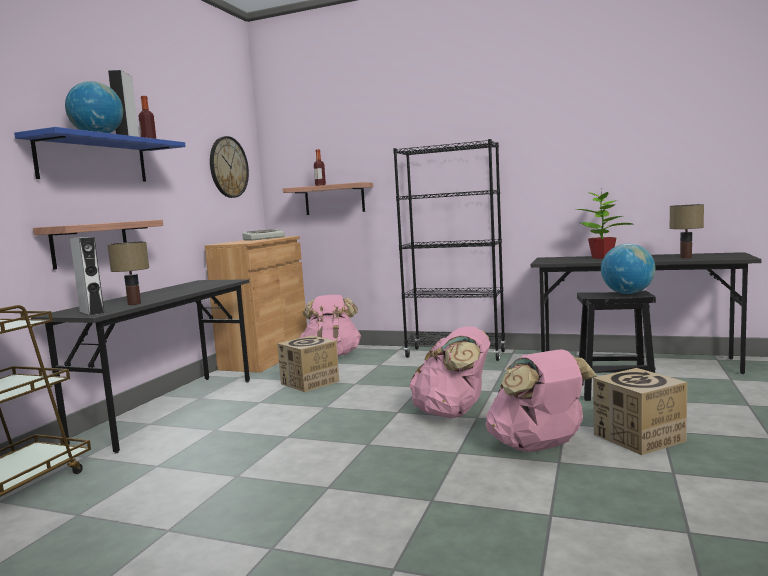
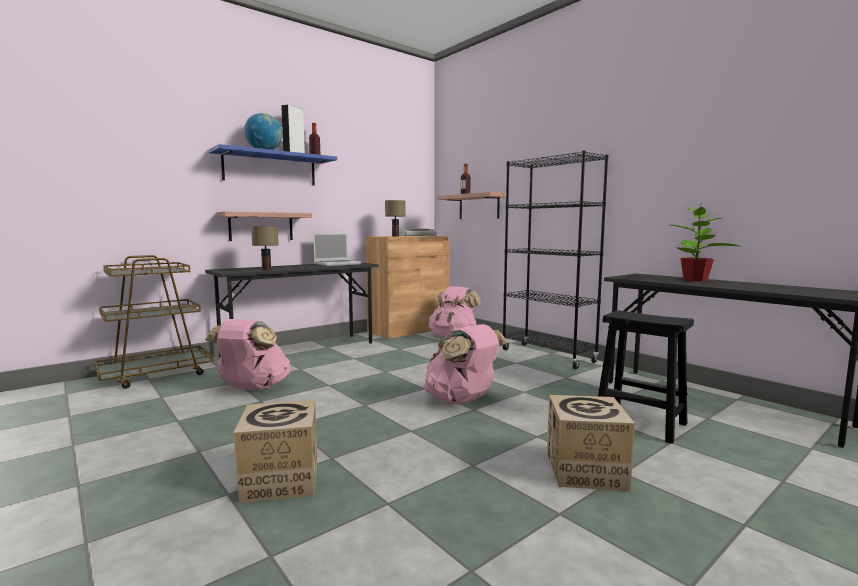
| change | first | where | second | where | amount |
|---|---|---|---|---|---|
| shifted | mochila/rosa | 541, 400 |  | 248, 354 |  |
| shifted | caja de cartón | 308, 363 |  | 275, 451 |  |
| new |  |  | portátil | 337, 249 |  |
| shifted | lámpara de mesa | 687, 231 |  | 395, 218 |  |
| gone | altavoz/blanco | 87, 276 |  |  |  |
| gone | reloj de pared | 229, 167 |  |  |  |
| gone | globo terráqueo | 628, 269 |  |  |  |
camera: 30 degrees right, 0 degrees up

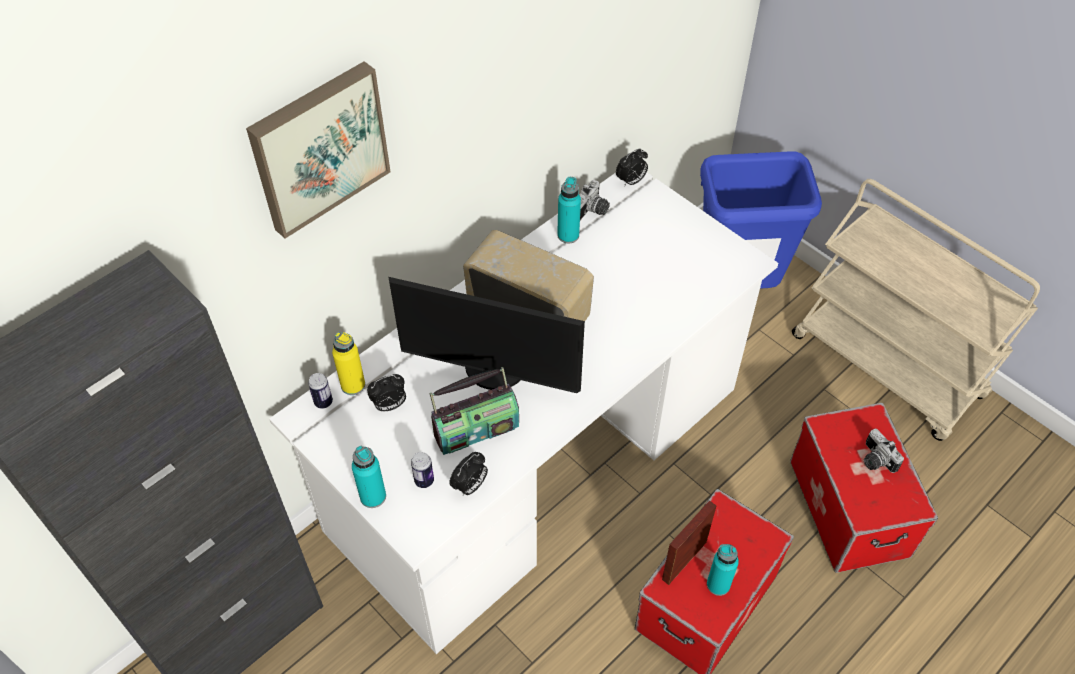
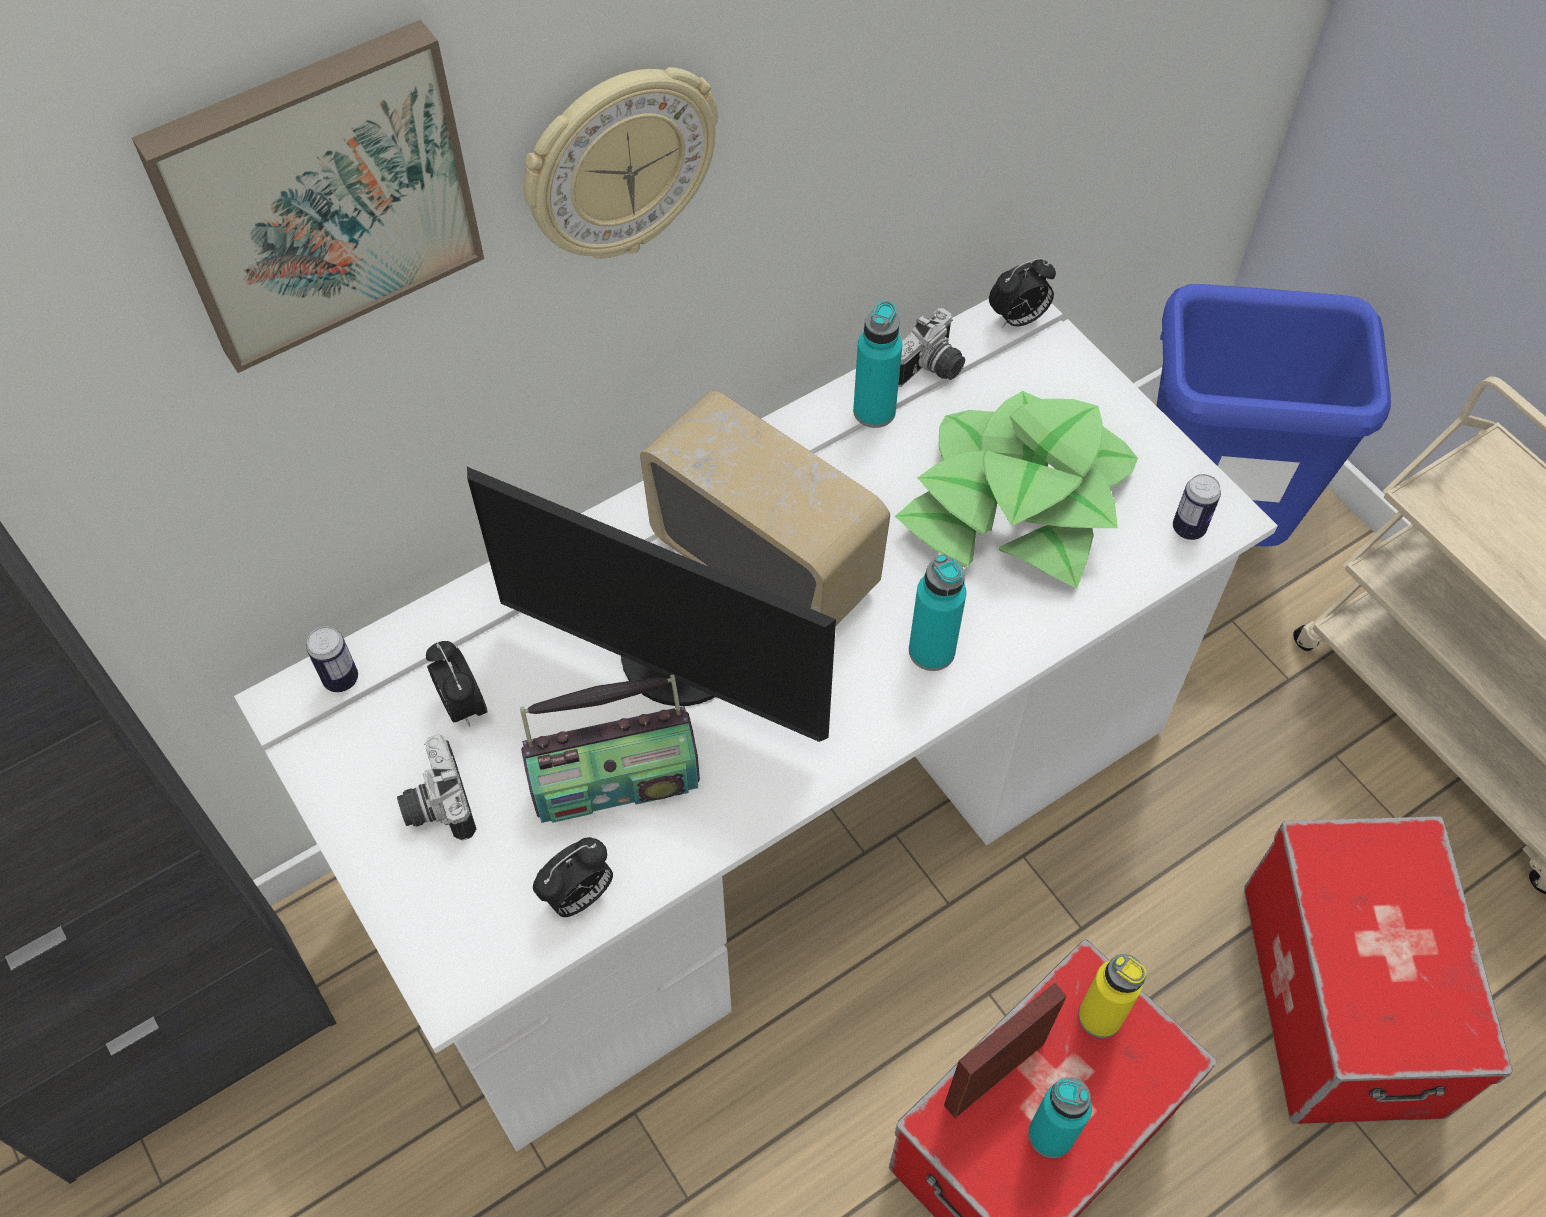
| change | first | where | second | where | amount |
|---|---|---|---|---|---|
| shifted | cámara | 884, 451 |  | 436, 787 |  |
| rotated | despertador | 386, 392 |  | 457, 684 | 75 degrees clockwise |
| new |  |  | reloj de pared | 621, 162 |  |
| new |  |  | planta en maceta | 1016, 489 |  |
| shifted | botella/turquesa | 369, 477 |  | 937, 612 |  |
| shifted | botella/amarillo | 348, 363 |  | 1112, 996 |  |
| shifted | lata | 422, 470 |  | 1197, 507 |  |
camera: 10 degrees right, 5 degrees up

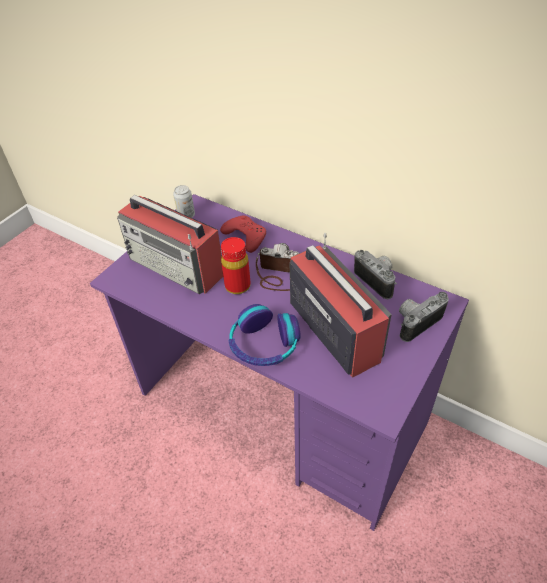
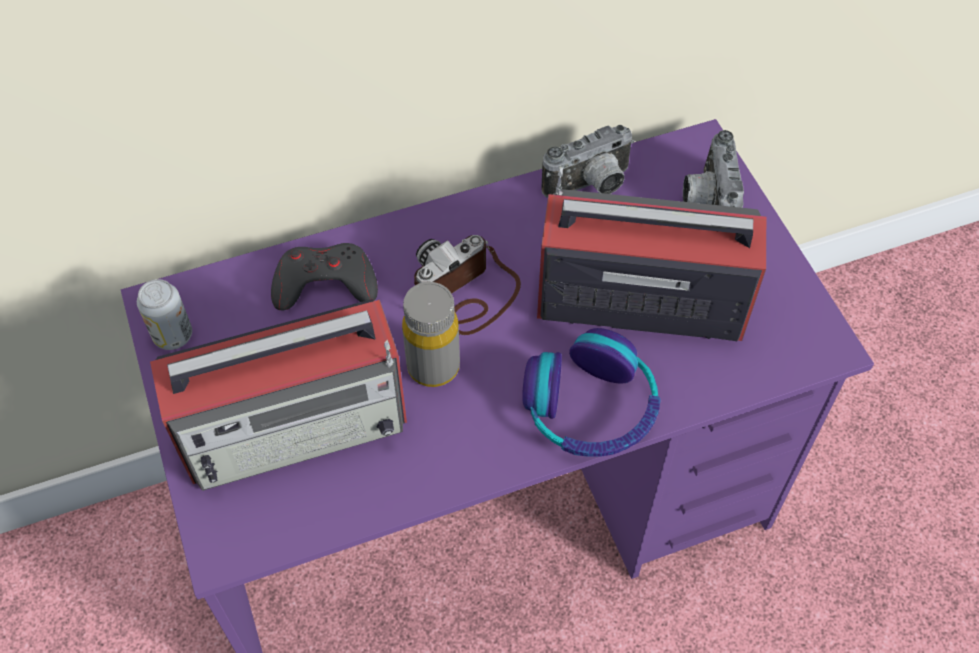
| change | first | where | second | where | amount |
|---|---|---|---|---|---|
| repainted | mando de consola/rojo | 243, 234 | mando de consola/gris | 324, 276 |  |
| repainted | botella/rojo | 236, 265 | botella/gris | 431, 334 |  |
| rotated | cámara | 375, 274 |  | 588, 161 | 150 degrees clockwise |
camera: 55 degrees left, 10 degrees up

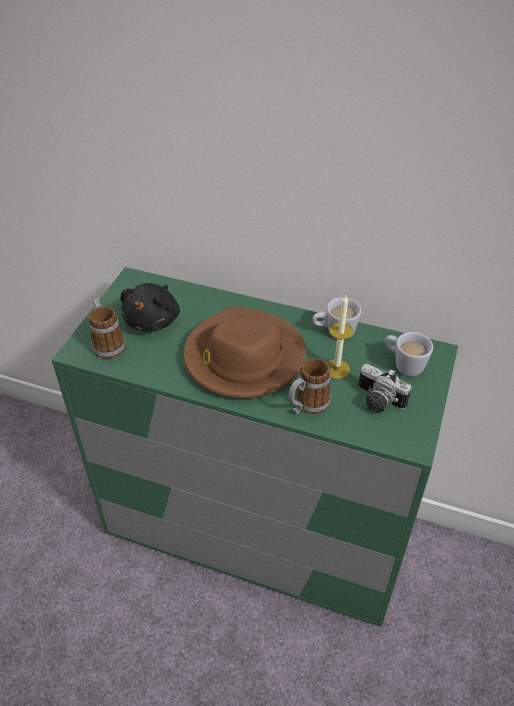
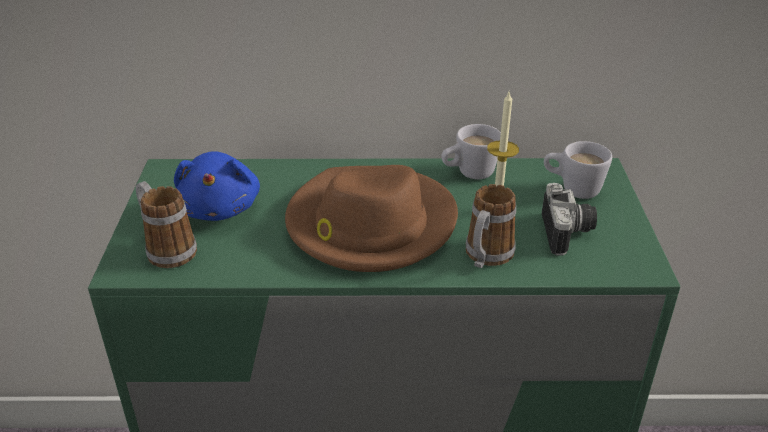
| change | first | where | second | where | amount |
|---|---|---|---|---|---|
| repainted | peluche/negro | 150, 307 | peluche/azul | 217, 186 |  |
| rotated | cámara | 385, 388 |  | 569, 219 | 105 degrees counterclockwise |
camera: 20 degrees left, 10 degrees down

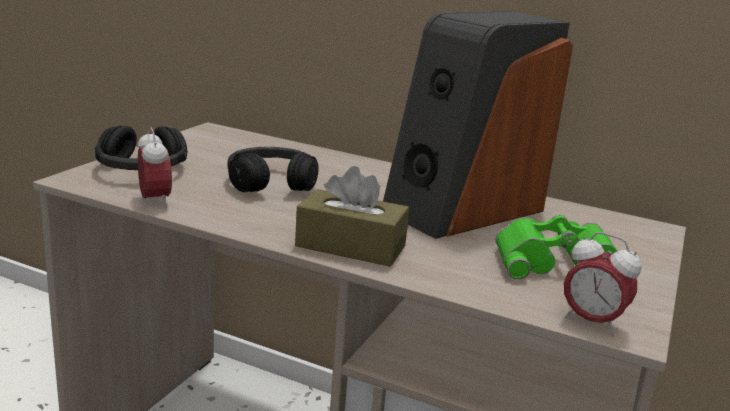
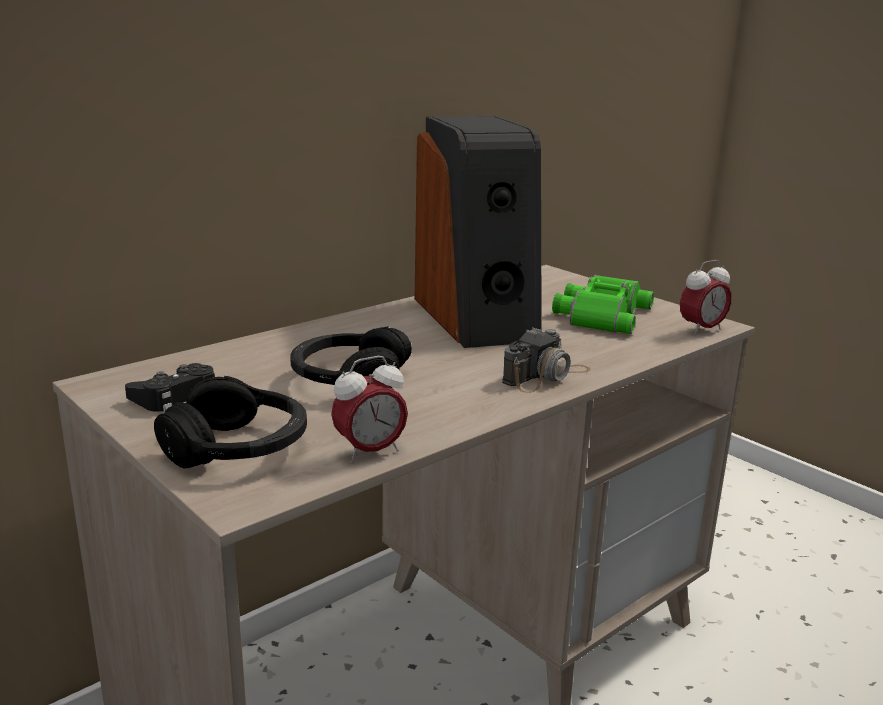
| change | first | where | second | where | amount |
|---|---|---|---|---|---|
| new |  |  | mando de consola/negro | 170, 388 |  |
| rotated | despertador | 155, 167 |  | 369, 409 | 150 degrees clockwise |
| swapped | caja de pañuelos/marrón | 352, 216 | cámara | 546, 360 |  |
camera: 65 degrees left, 0 degrees up

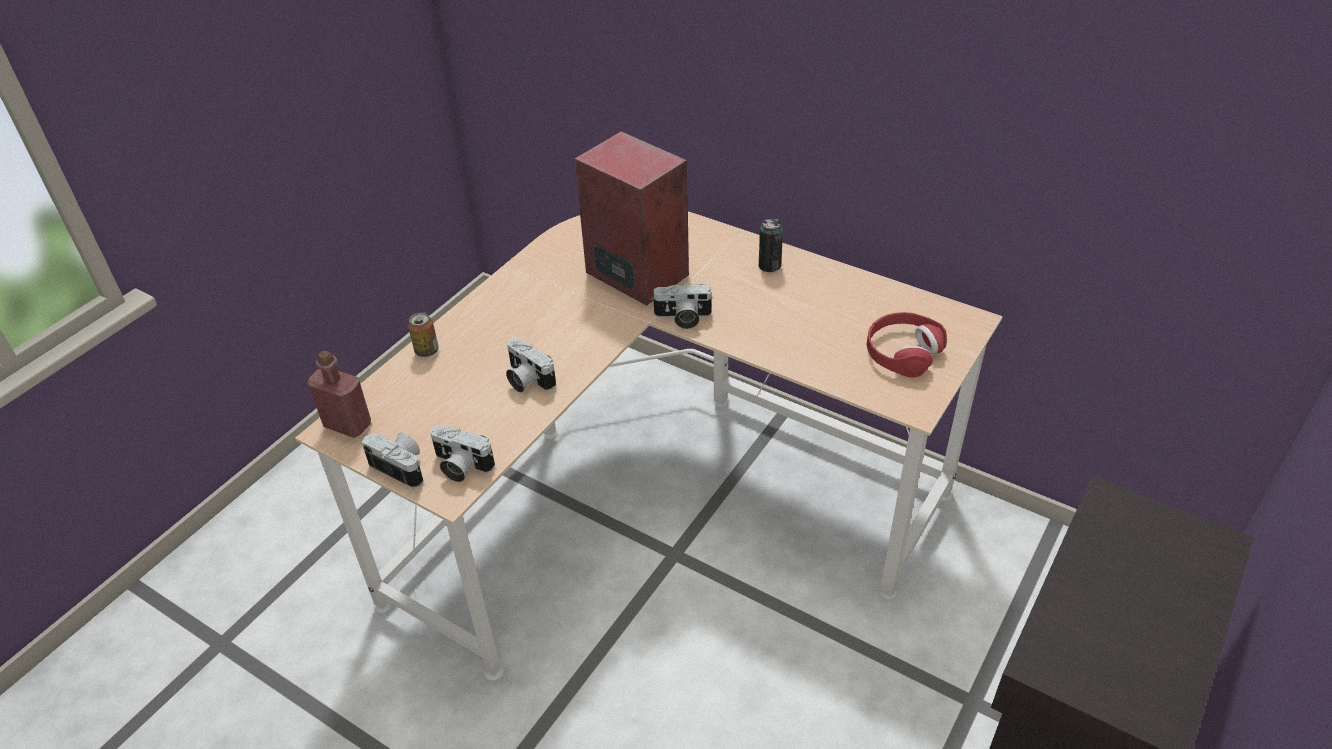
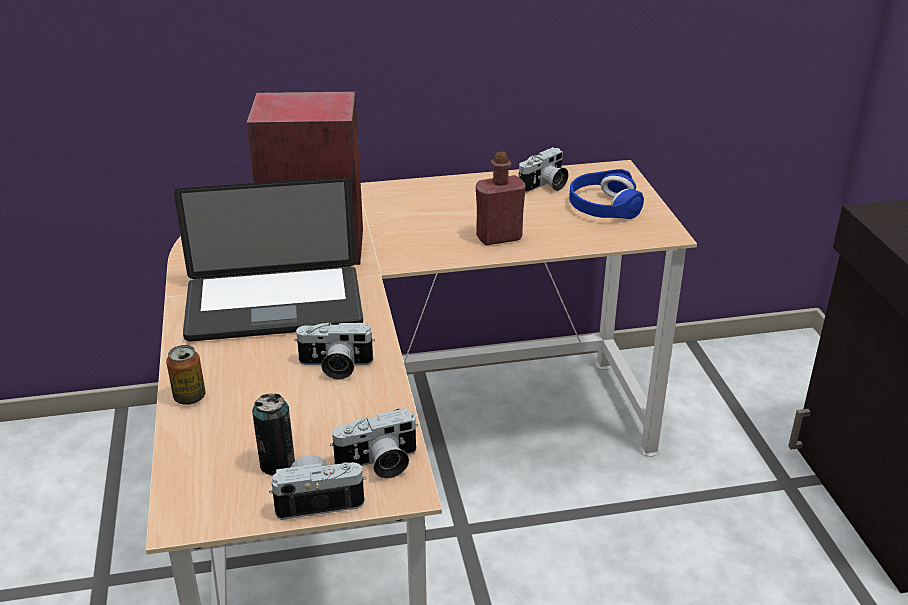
| change | first | where | second | where | amount |
|---|---|---|---|---|---|
| new |  |  | portátil | 268, 259 |  |
| shifted | lata | 770, 245 |  | 273, 434 |  |
| shifted | botella/rojo | 339, 394 |  | 501, 198 |  |
| shifted | cámara | 682, 306 |  | 544, 170 |  |
| repainted | auriculares/rojo | 906, 345 | auriculares/azul | 606, 194 |  |
camera: 45 degrees left, 10 degrees down

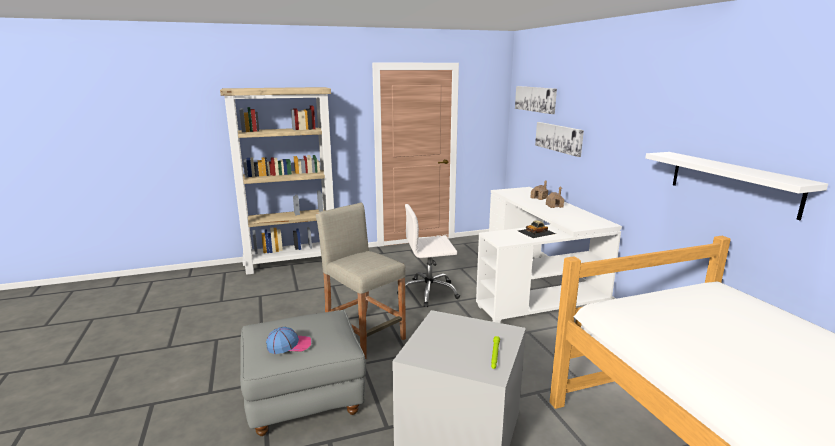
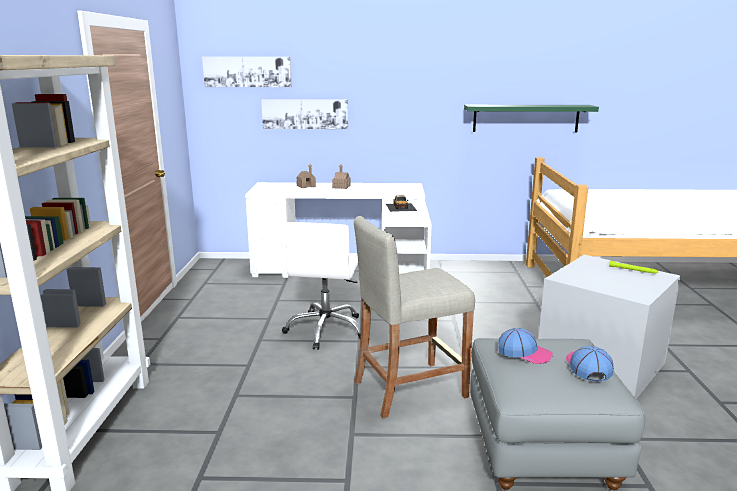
| change | first | where | second | where | amount |
|---|---|---|---|---|---|
| repainted | estante/blanco | 736, 186 | estante/verde | 531, 118 |  |
| new |  |  | gorra | 525, 346 |  |
camera: 70 degrees left, 0 degrees up

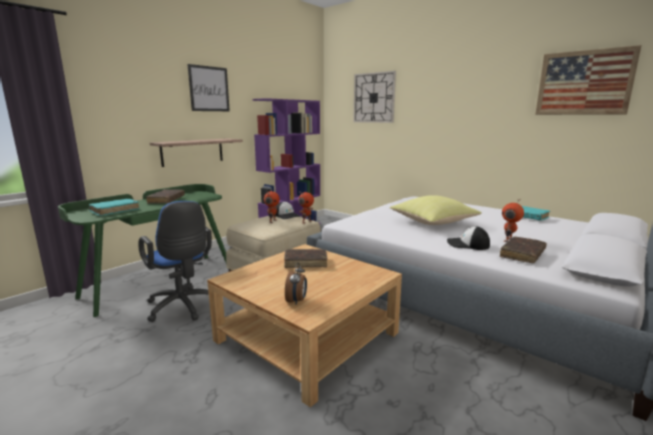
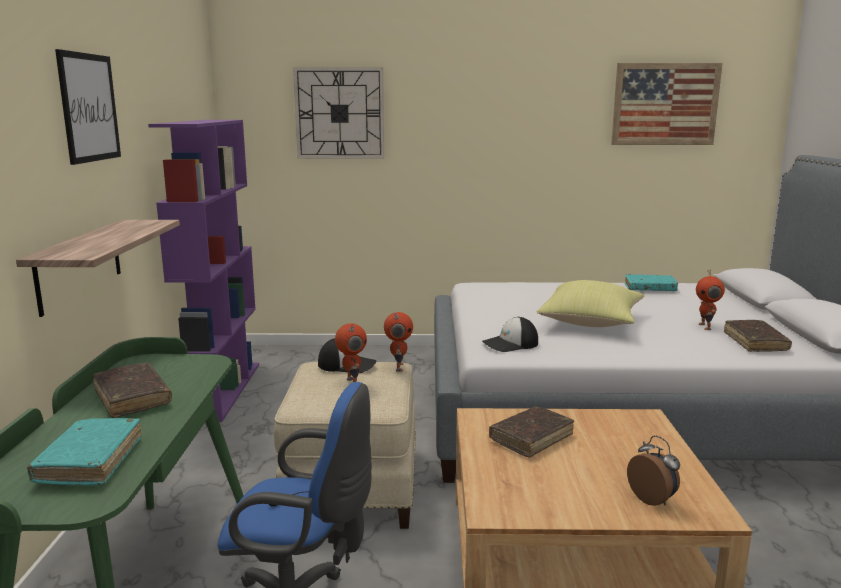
| change | first | where | second | where | amount |
|---|---|---|---|---|---|
| shifted | gorra | 468, 238 |  | 510, 334 |  |
camera: 40 degrees left, 0 degrees up

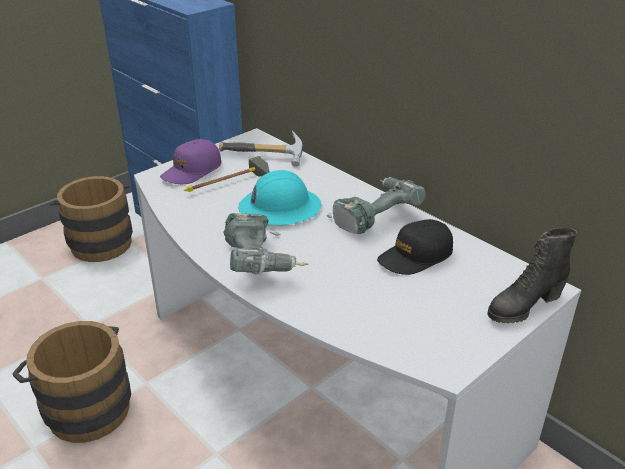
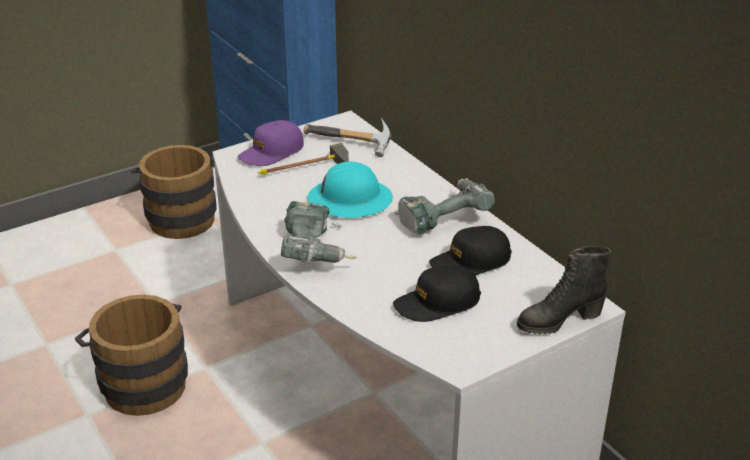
| change | first | where | second | where | amount |
|---|---|---|---|---|---|
| new |  |  | gorra/negro | 437, 293 |  |
camera: 10 degrees right, 0 degrees up

